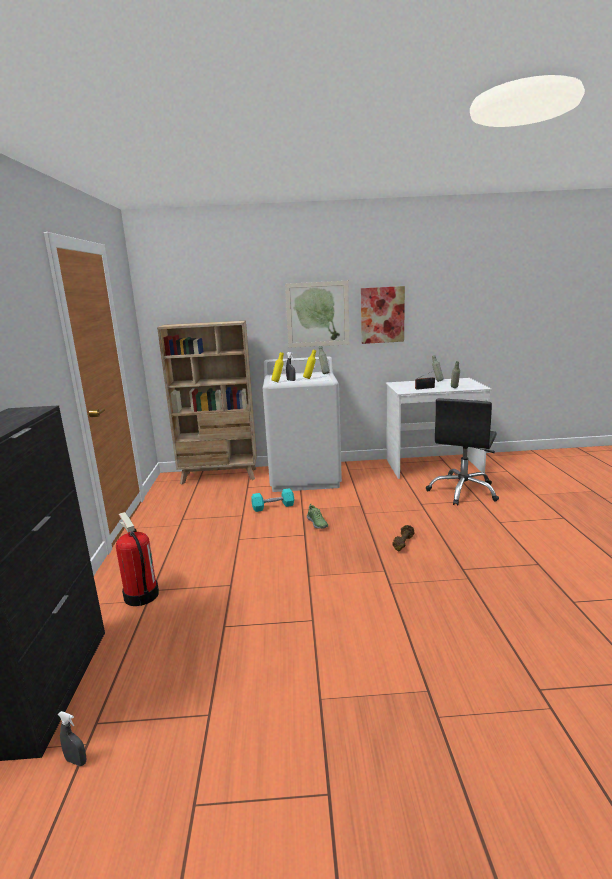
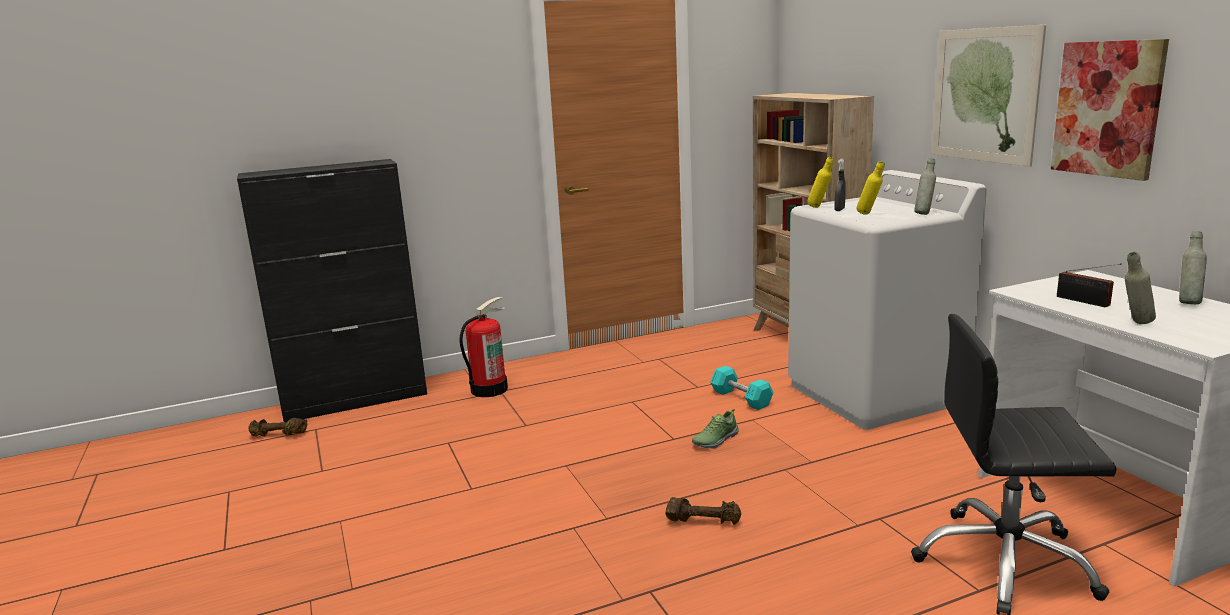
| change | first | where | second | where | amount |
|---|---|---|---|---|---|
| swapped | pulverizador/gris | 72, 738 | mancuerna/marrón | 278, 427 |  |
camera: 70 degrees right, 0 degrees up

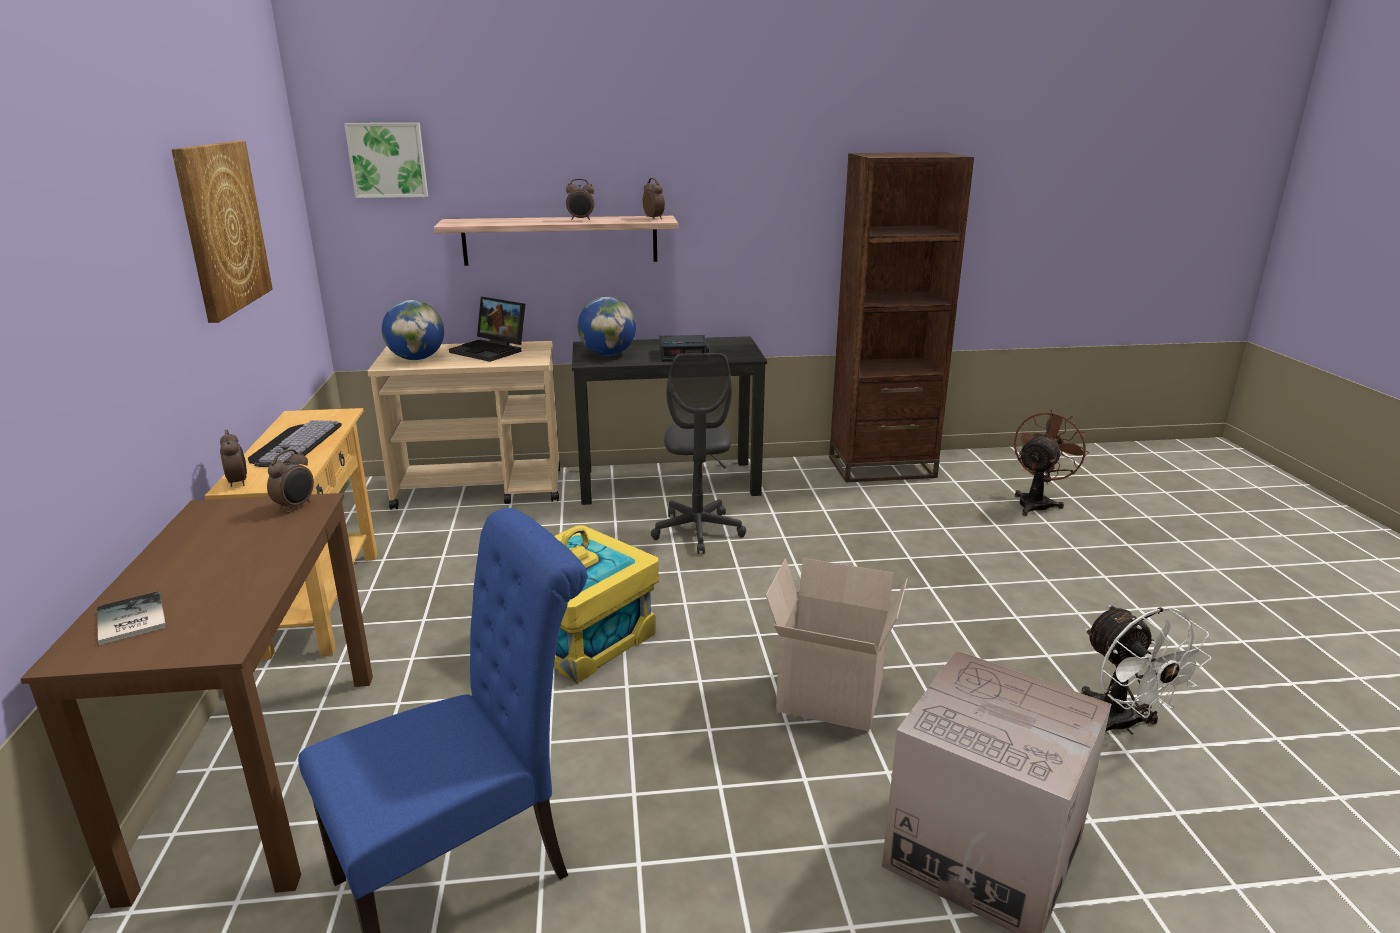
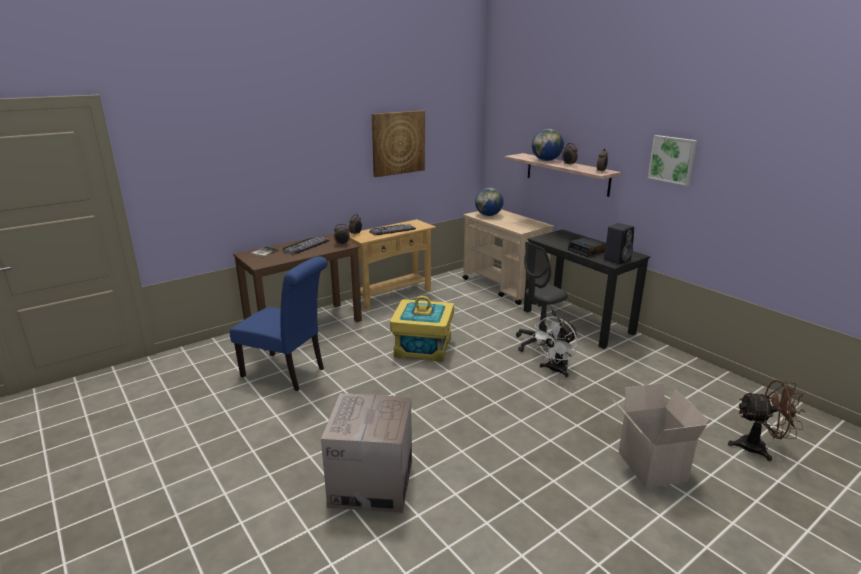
| change | first | where | second | where | amount |
|---|---|---|---|---|---|
| new |  |  | teclado | 305, 246 |  |
| shifted | ventilador/blanco | 1146, 670 |  | 554, 347 |  |
| shifted | globo terráqueo | 607, 326 |  | 548, 145 |  |
| new |  |  | altavoz/negro | 619, 243 |  |
| shifted | caja de cartón | 837, 644 |  | 661, 435 |  |
| shifted | cuadro | 386, 160 |  | 672, 160 |  |
| gone | portátil | 487, 329 |  |  |  |
| gone | estantería/marrón | 901, 317 |  |  |  |
camera: 60 degrees right, 0 degrees up

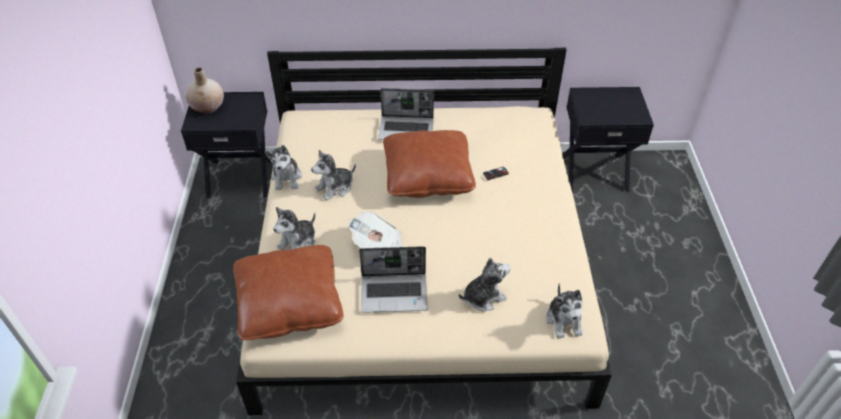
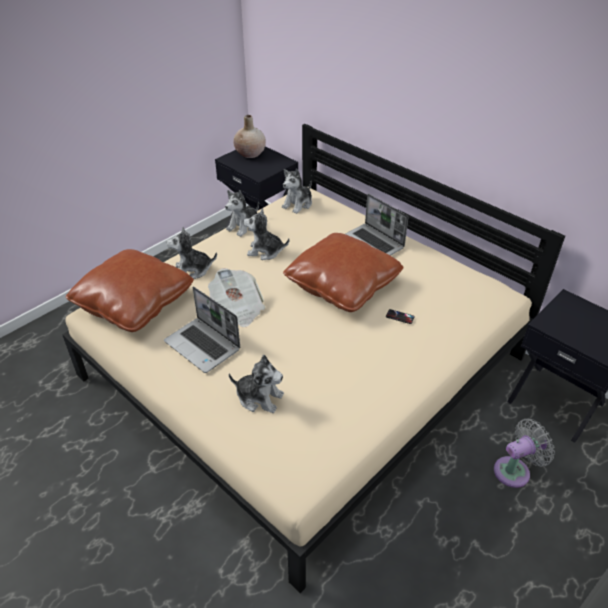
| change | first | where | second | where | amount |
|---|---|---|---|---|---|
| shifted | peluche | 564, 311 |  | 297, 191 |  |
| new |  |  | ventilador/gris | 524, 453 |  |
camera: 45 degrees right, 5 degrees down

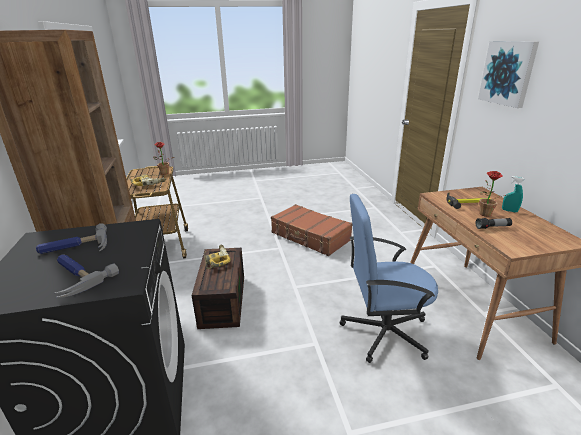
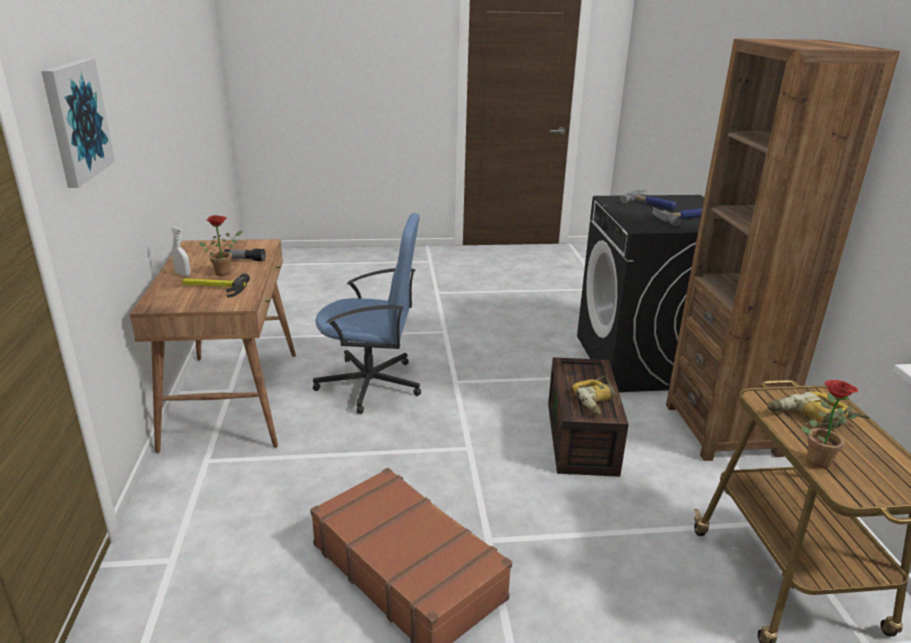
| change | first | where | second | where | amount |
|---|---|---|---|---|---|
| repainted | pulverizador/turquesa | 513, 194 | pulverizador/blanco | 180, 251 |  |
camera: 175 degrees left, 0 degrees up

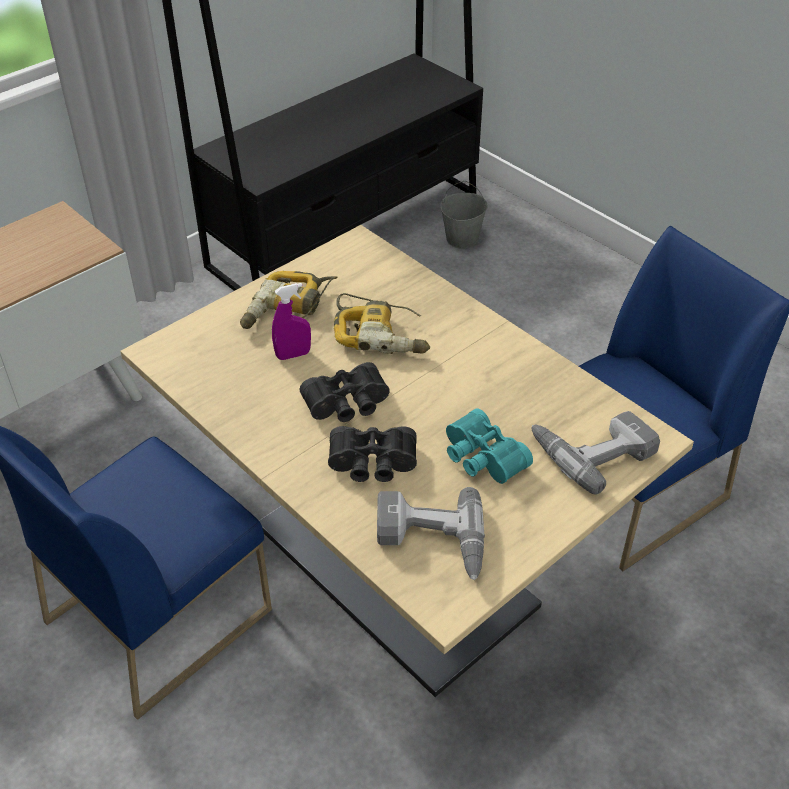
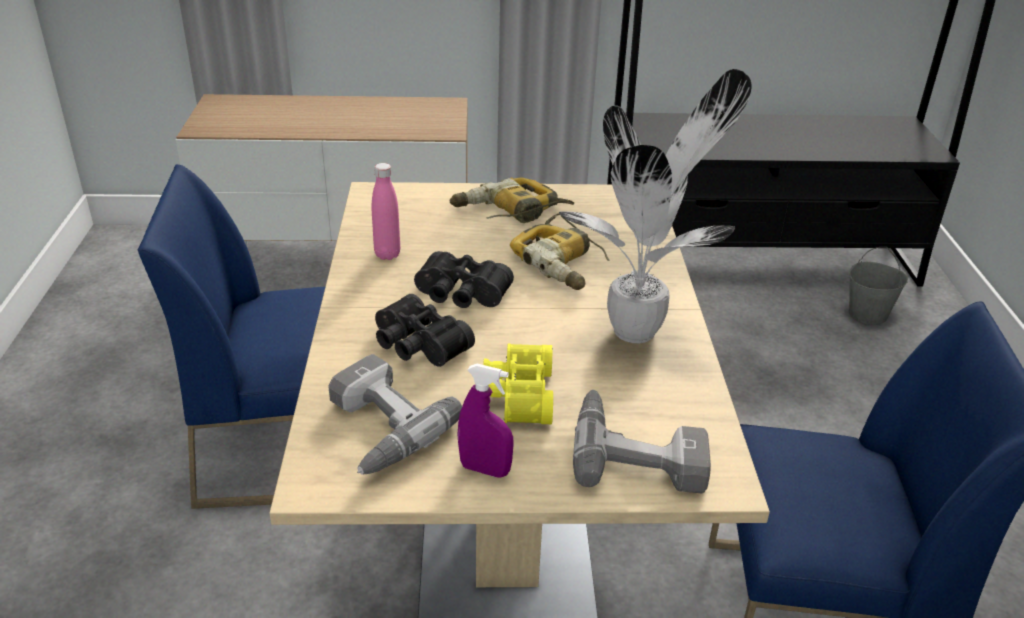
| change | first | where | second | where | amount |
|---|---|---|---|---|---|
| new |  |  | botella/rosa | 385, 211 |  |
| shifted | pulverizador/morado | 291, 321 |  | 486, 421 |  |
| repainted | prismáticos/turquesa | 489, 446 | prismáticos/amarillo | 518, 383 |  |
| new |  |  | planta en maceta | 655, 206 |  |
camera: 40 degrees right, 10 degrees down

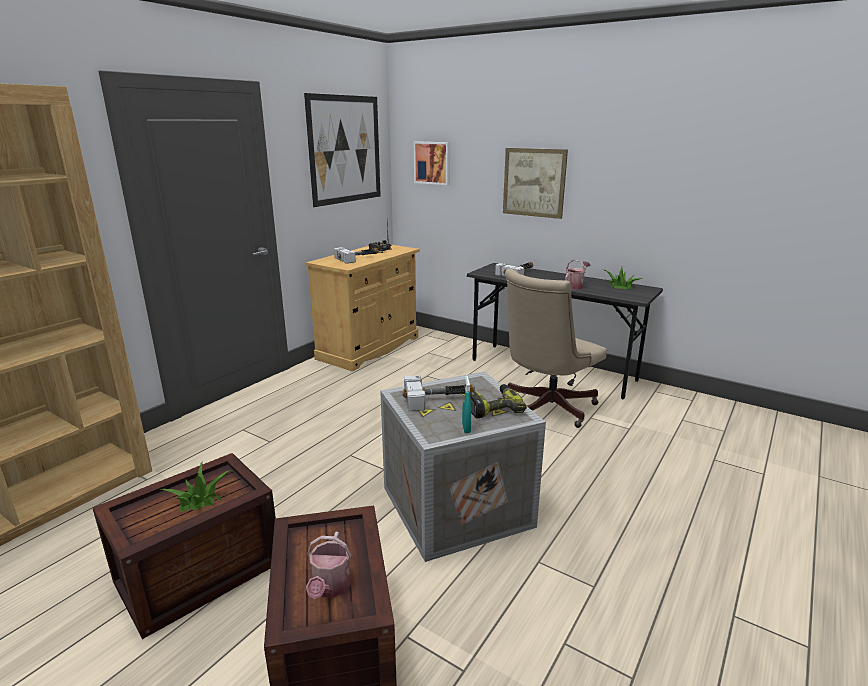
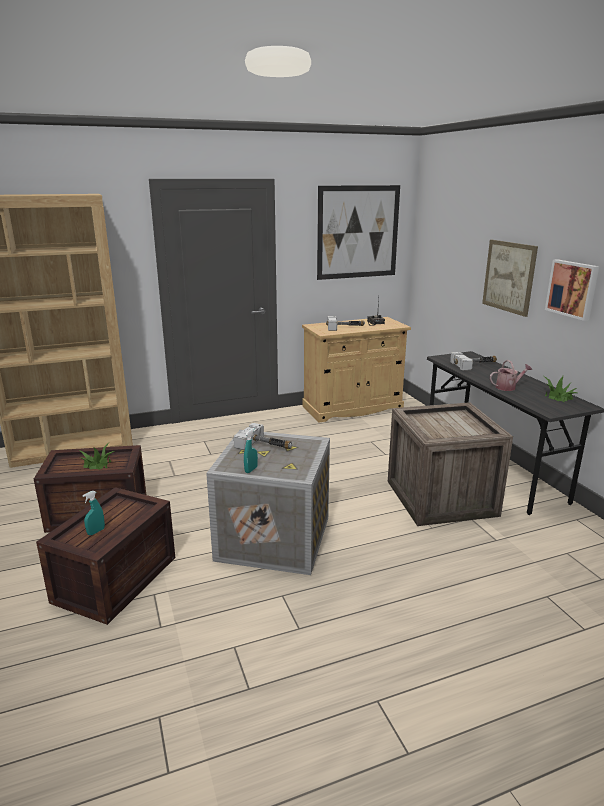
| change | first | where | second | where | amount |
|---|---|---|---|---|---|
| swapped | regadera | 328, 565 | pulverizador/turquesa | 93, 513 |  |
| swapped | silla de oficina/beis | 555, 348 | caja de embalaje | 450, 464 |  |
| shifted | cuadro | 432, 163 |  | 572, 290 |  |
| gone | taladro | 498, 401 |  |  |  |
camera: 35 degrees right, 0 degrees up

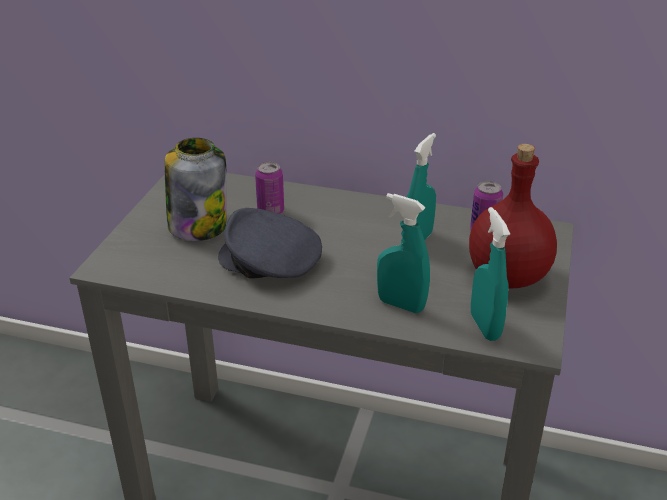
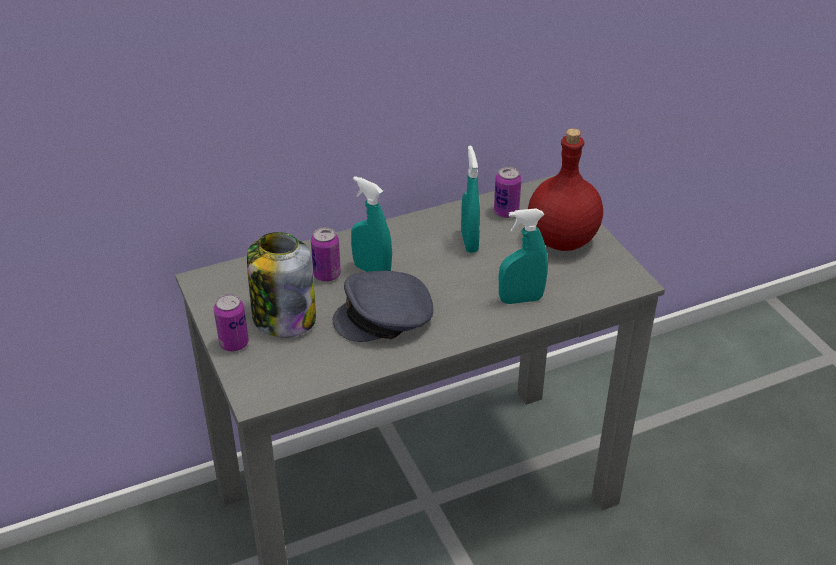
| change | first | where | second | where | amount |
|---|---|---|---|---|---|
| new |  |  | lata | 231, 322 |  |
| shifted | pulverizador/turquesa | 490, 274 |  | 371, 224 |  |
camera: 40 degrees left, 5 degrees up

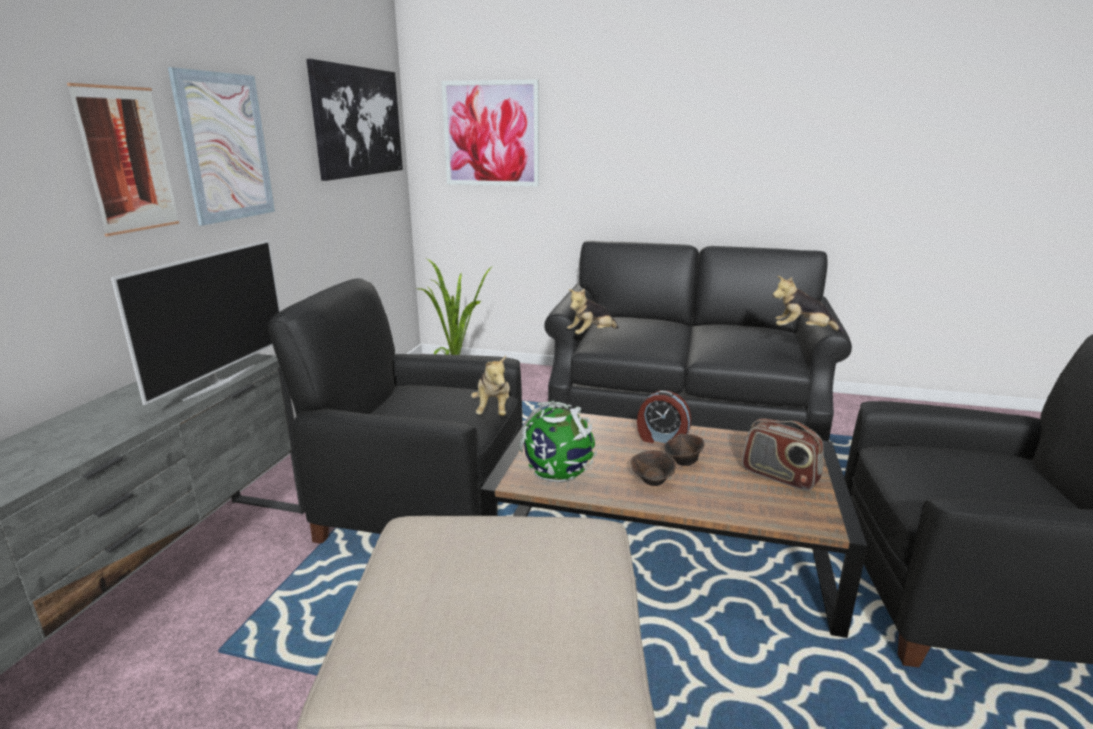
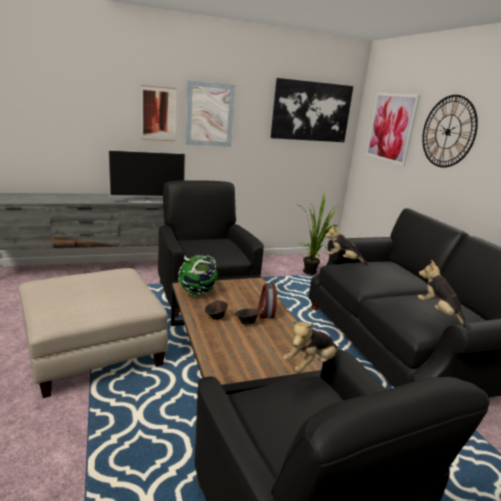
| change | first | where | second | where | amount |
|---|---|---|---|---|---|
| shifted | peluche | 490, 385 |  | 310, 346 |  |
| new |  |  | reloj de pared | 450, 131 |  |
| gone | radio | 783, 454 |  |  |  |
camera: 55 degrees right, 0 degrees up

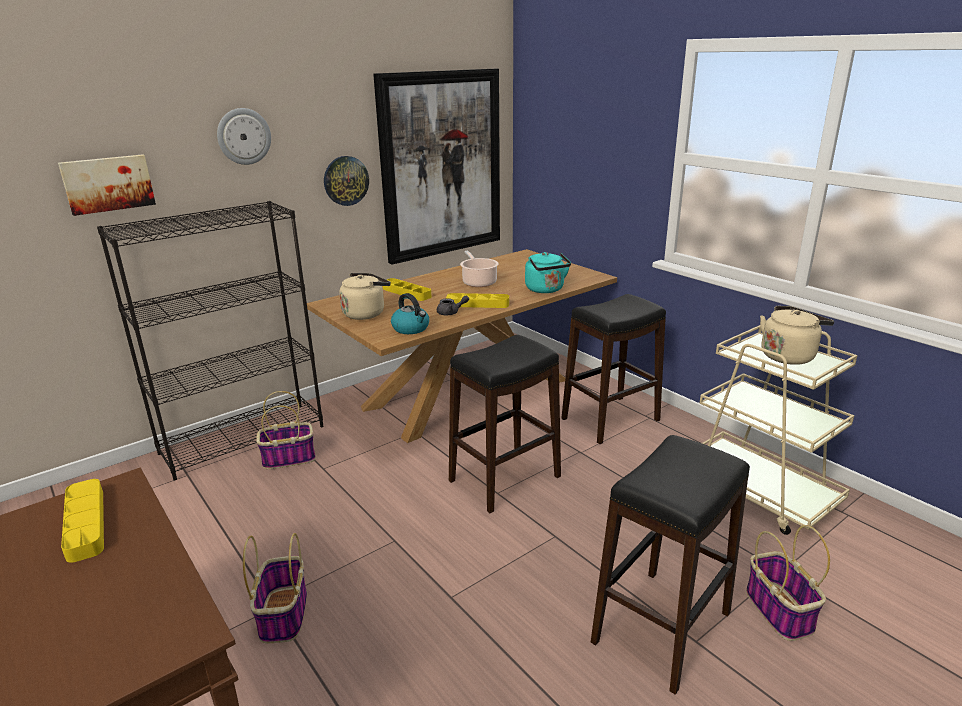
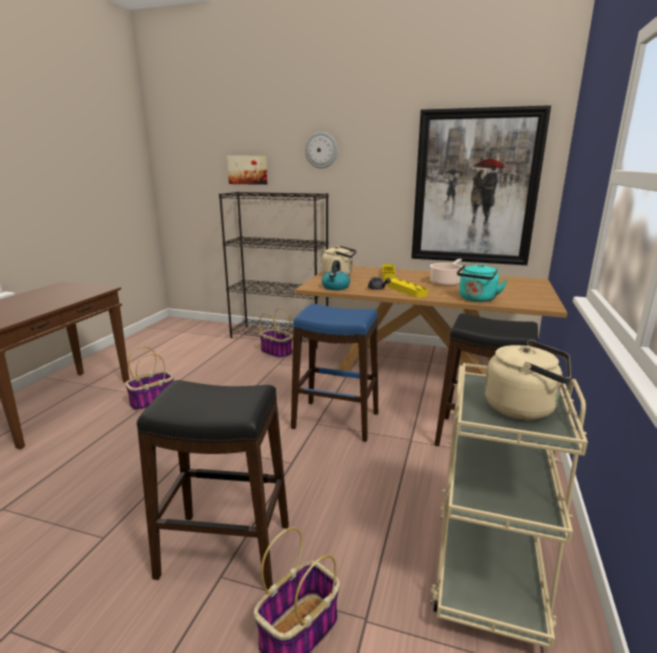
| change | first | where | second | where | amount |
|---|---|---|---|---|---|
| repainted | taburete/negro | 505, 424 | taburete/azul | 334, 373 |  |
| gone | bandeja/amarillo | 82, 521 |  |  |  |
| gone | reloj de pared | 346, 181 |  |  |  |
camera: 55 degrees right, 5 degrees down

